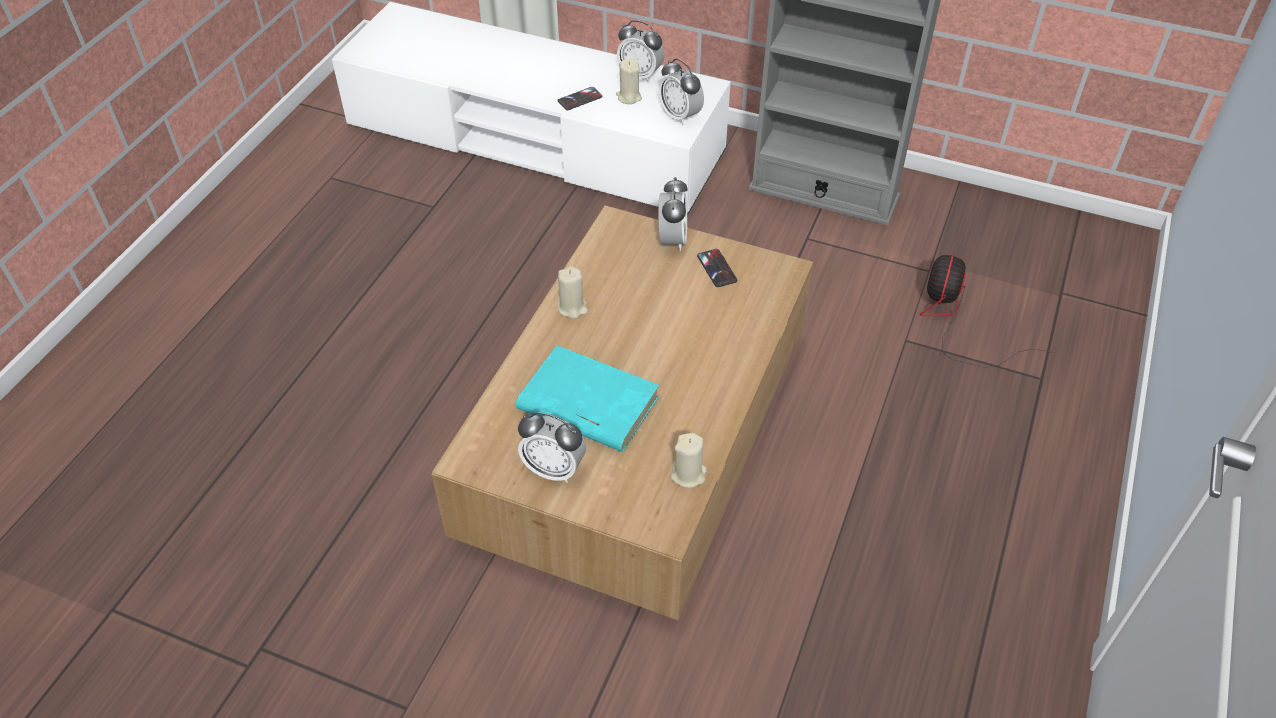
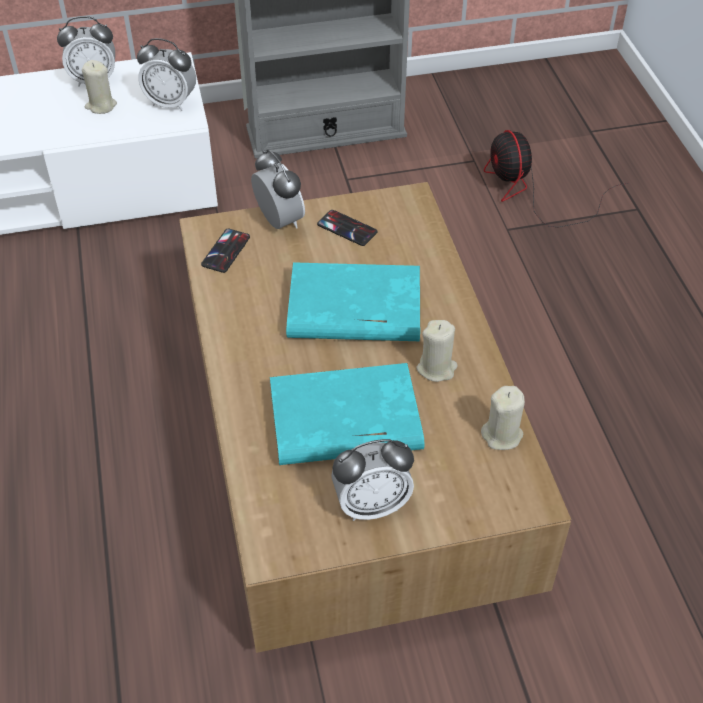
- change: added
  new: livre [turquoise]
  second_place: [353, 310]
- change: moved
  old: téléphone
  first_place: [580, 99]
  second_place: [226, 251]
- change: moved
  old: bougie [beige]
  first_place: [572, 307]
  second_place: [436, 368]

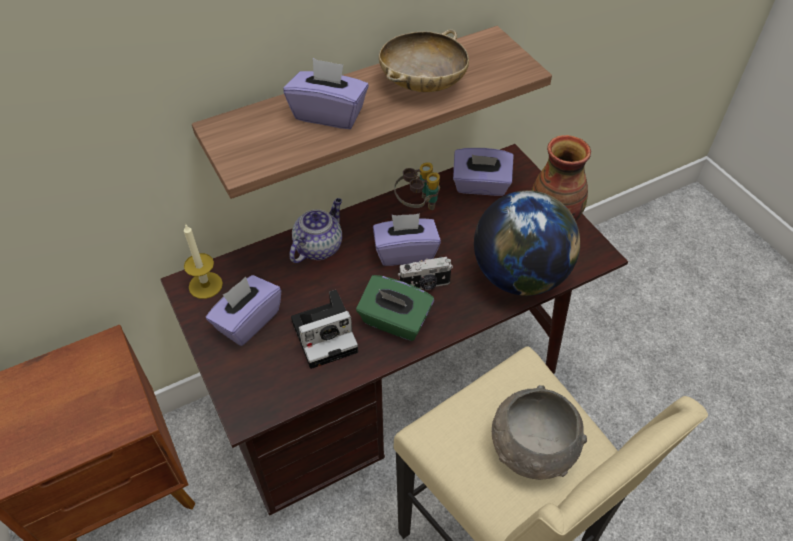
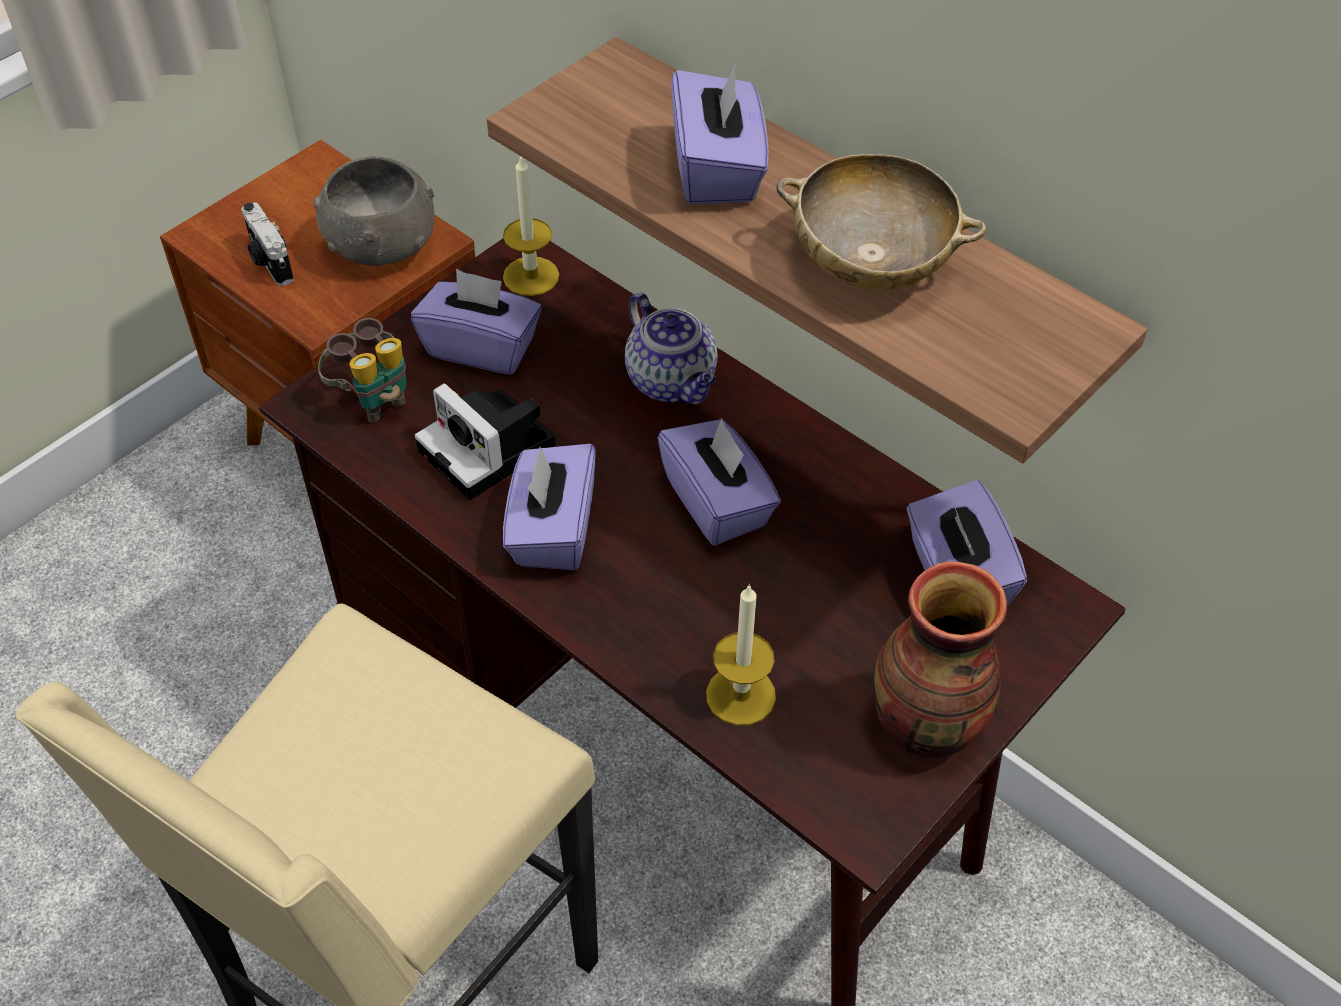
- change: moved
  old: jumelles
  first_place: [417, 206]
  second_place: [373, 398]
- change: moved
  old: appareil photo
  first_place: [425, 285]
  second_place: [269, 262]
- change: moved
  old: bol [gris]
  first_place: [531, 448]
  second_place: [381, 244]
- change: replaced
  old: globe
  new: bougie
  first_place: [519, 276]
  second_place: [740, 695]
- change: recoloured
  old: boîte à mouchoirs [vert]
  new: boîte à mouchoirs [violet]
  first_place: [394, 321]
  second_place: [552, 531]
- change: turned
  old: théière
  first_place: [319, 246]
  second_place: [673, 382]
  degrees: 45

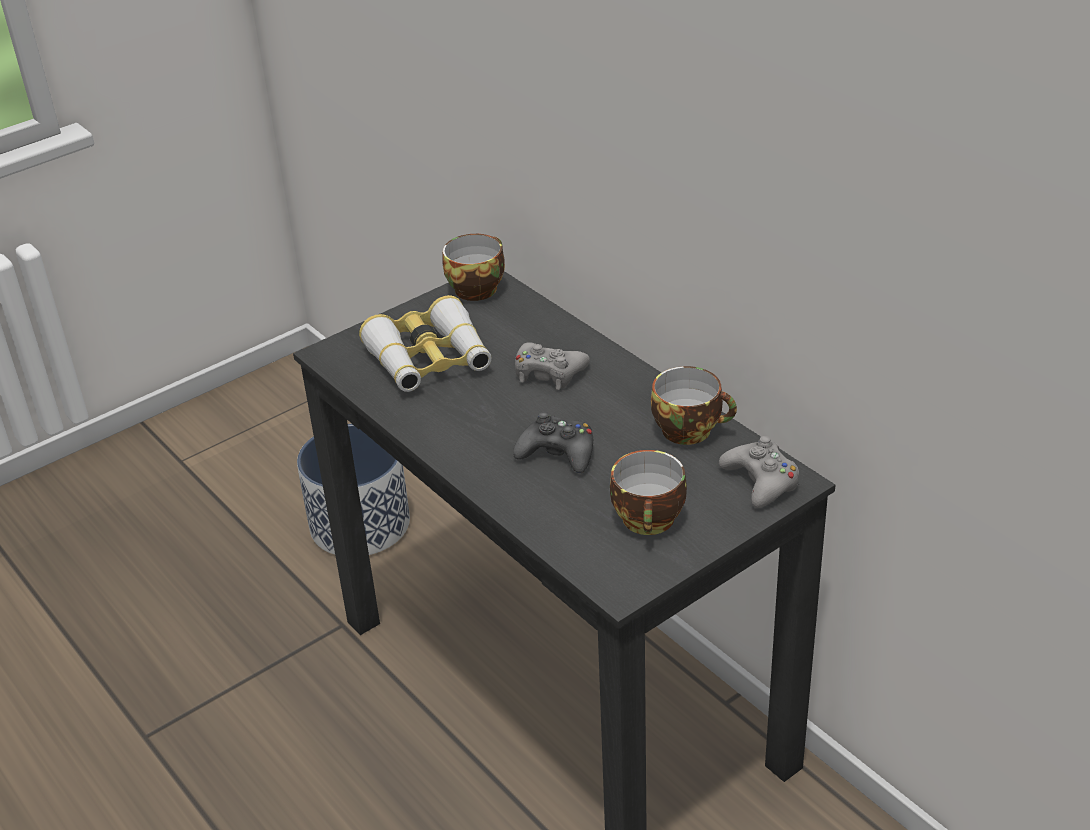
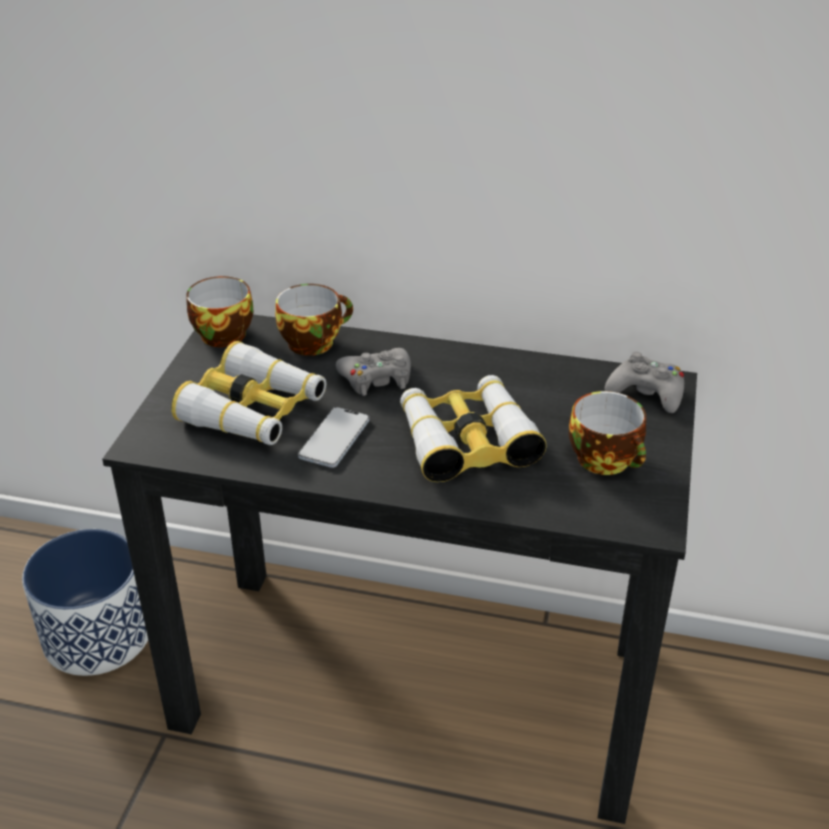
- change: added
  new: téléphone
  second_place: [334, 439]
- change: moved
  old: tasse
  first_place: [690, 429]
  second_place: [313, 341]
- change: replaced
  old: manette [noir]
  new: jumelles
  first_place: [558, 453]
  second_place: [466, 440]

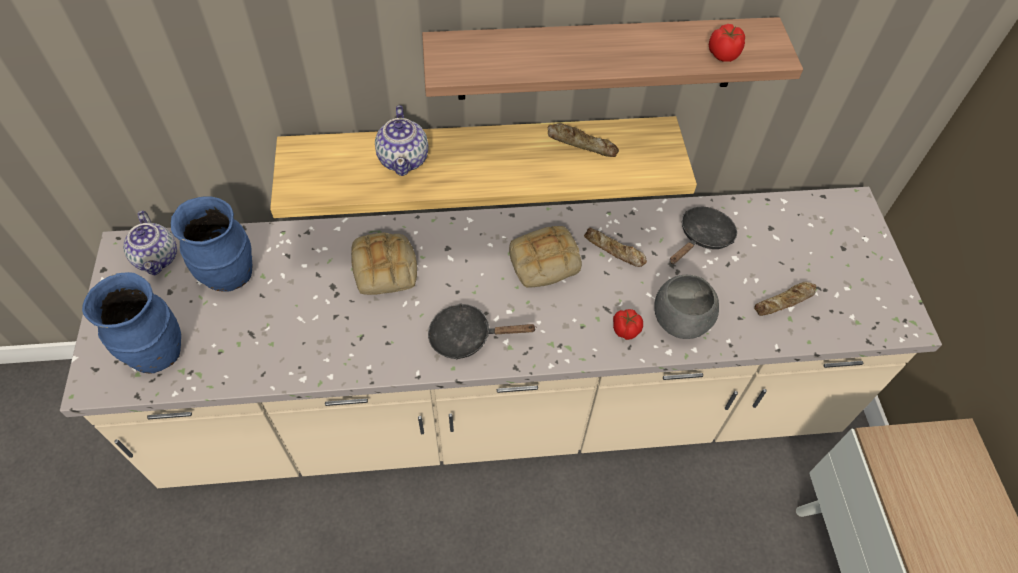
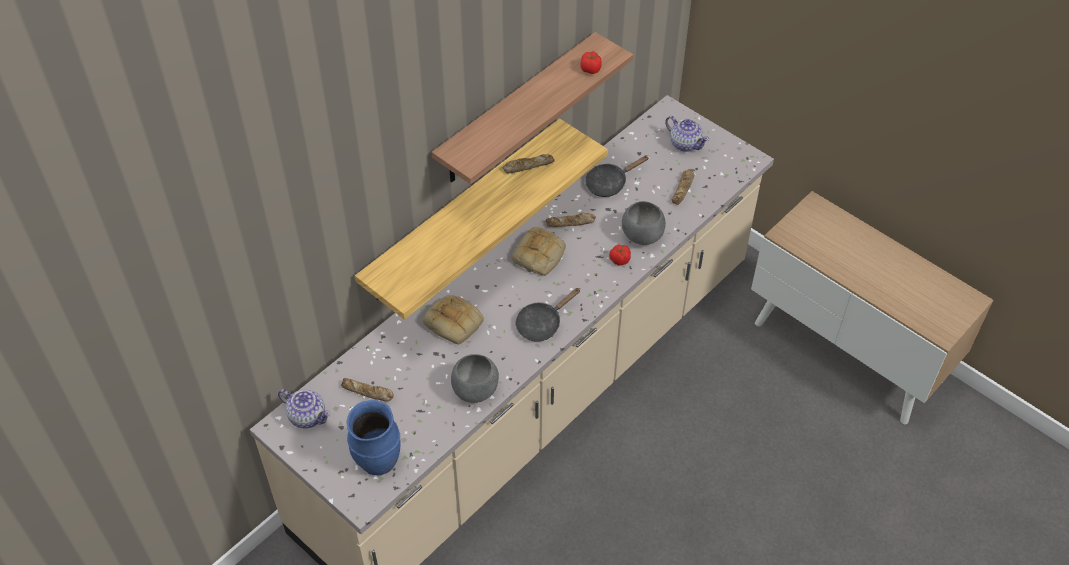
- change: added
  new: bol [gris]
  second_place: [476, 390]
- change: moved
  old: théière
  first_place: [404, 159]
  second_place: [685, 143]
- change: replaced
  old: vase [bleu]
  new: pain
  first_place: [230, 276]
  second_place: [367, 392]
- change: turned
  old: poêle [noir]
  first_place: [702, 238]
  second_place: [609, 183]
  degrees: -120

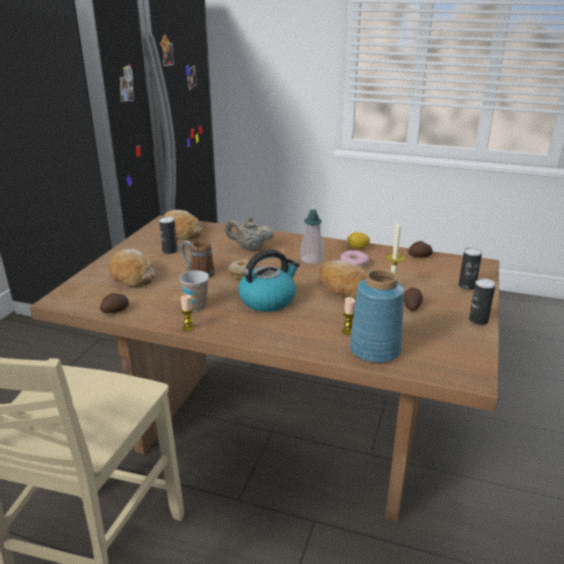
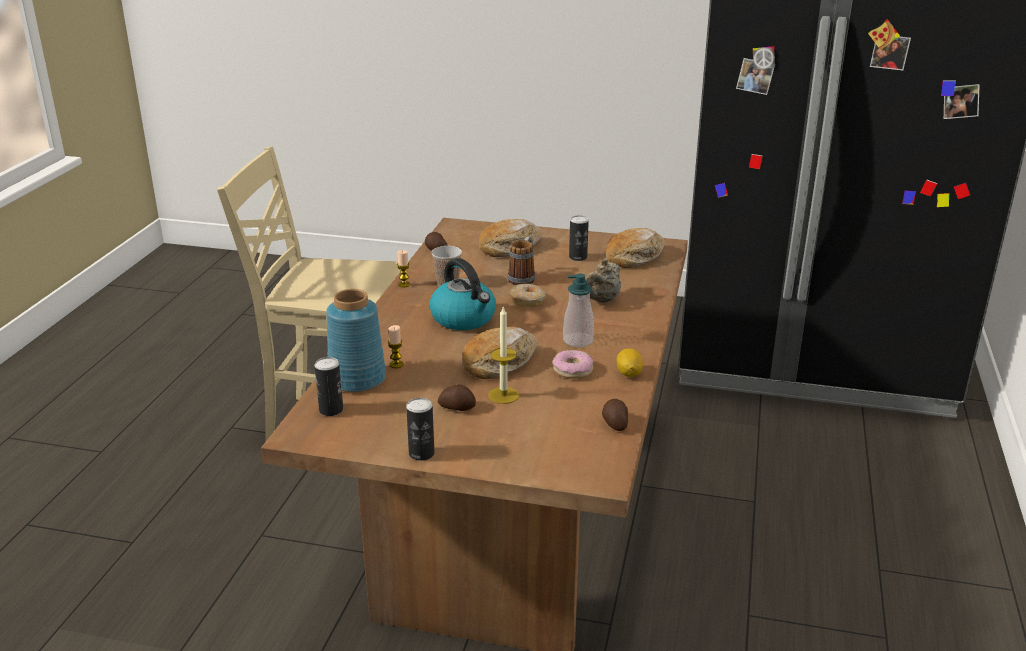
- change: moved
  old: boîte métallique
  first_place: [467, 286]
  second_place: [331, 410]
- change: turned
  old: théière [beige]
  first_place: [250, 248]
  second_place: [601, 300]
  degrees: -150

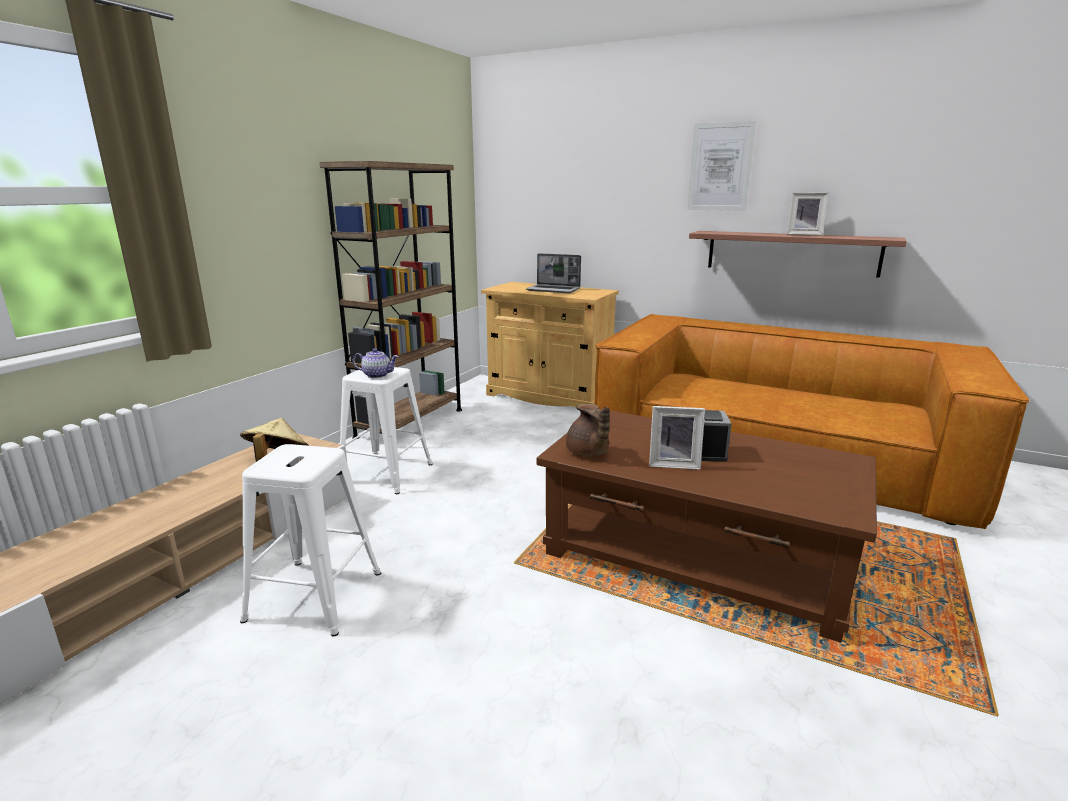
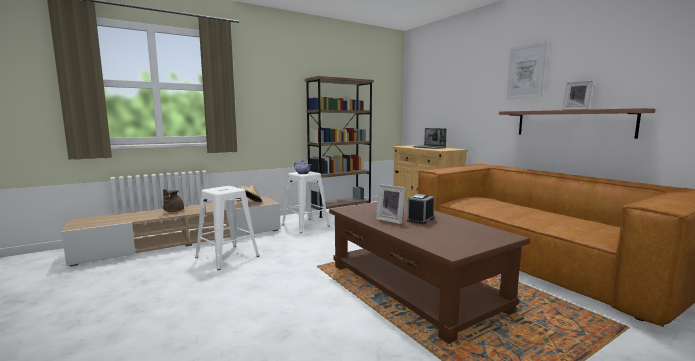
- change: moved
  old: théière [marron]
  first_place: [588, 453]
  second_place: [173, 211]

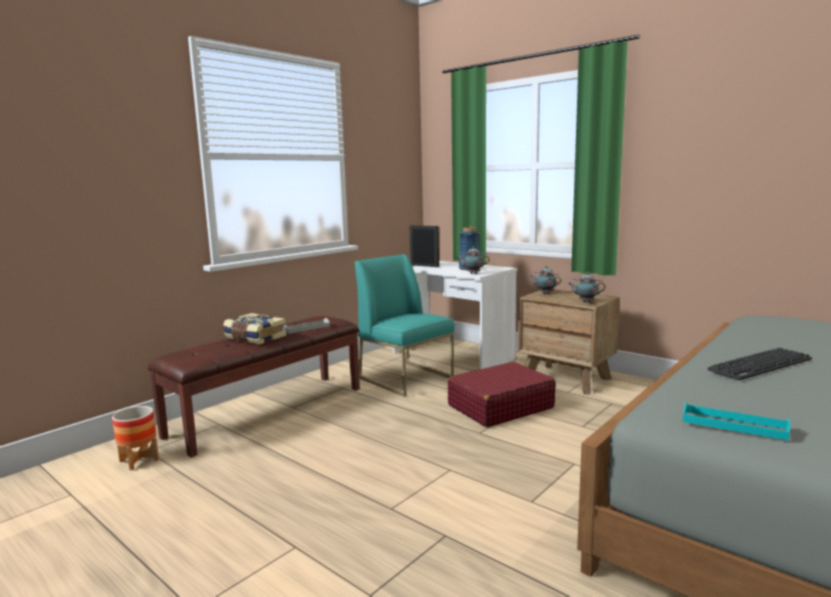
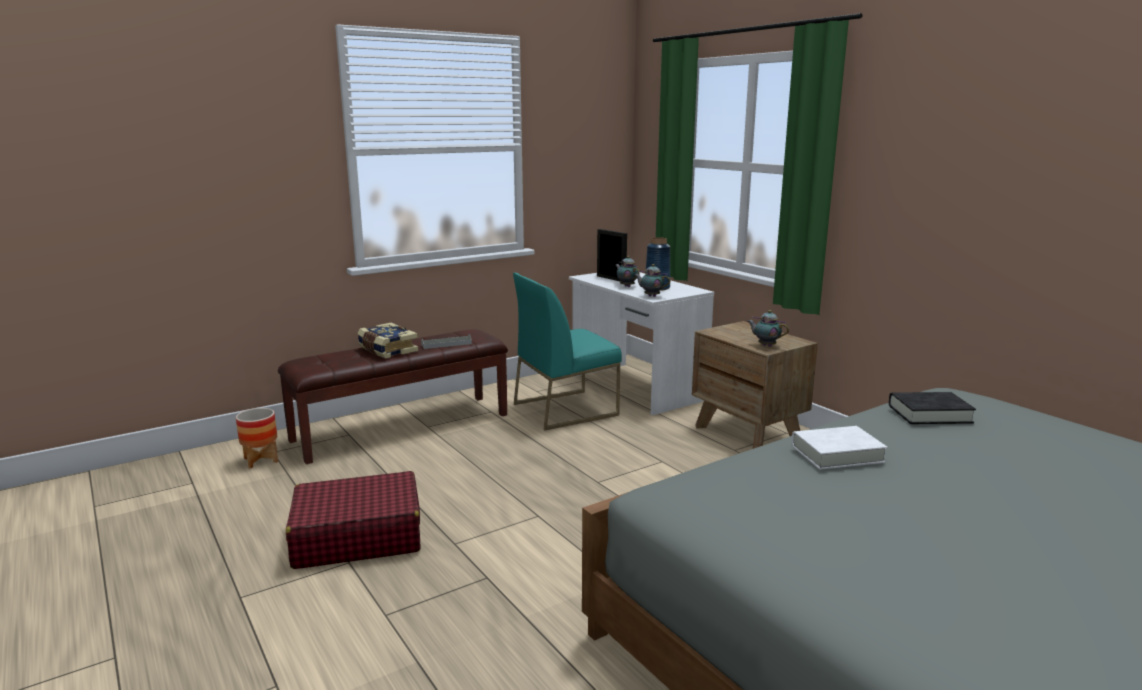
- change: removed
  old: plateau [turquoise]
  first_place: [733, 425]
- change: added
  new: livre [noir]
  second_place: [929, 414]
- change: moved
  old: valise [rouge]
  first_place: [500, 407]
  second_place: [357, 536]
- change: moved
  old: théière
  first_place: [545, 293]
  second_place: [626, 286]
- change: replaced
  old: clavier
  new: livre [blanc]
  first_place: [760, 365]
  second_place: [837, 454]
- change: turned
  old: chaise [turquoise]
  first_place: [407, 378]
  second_place: [565, 409]
  degrees: -90

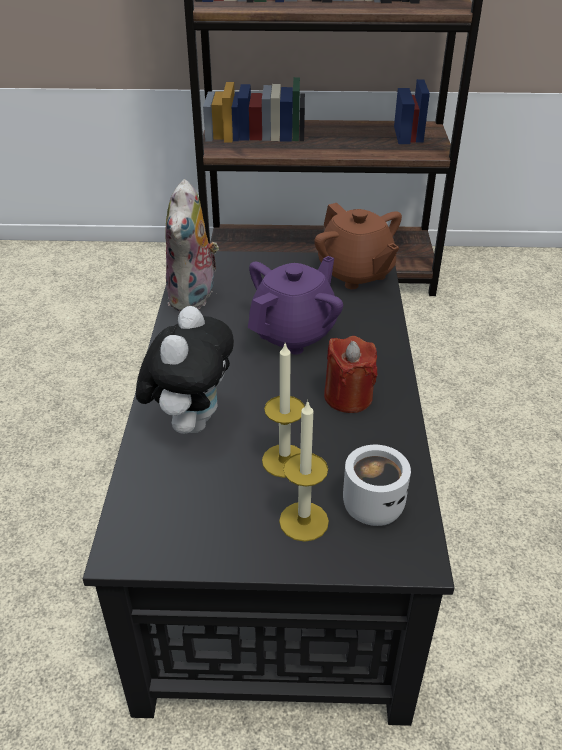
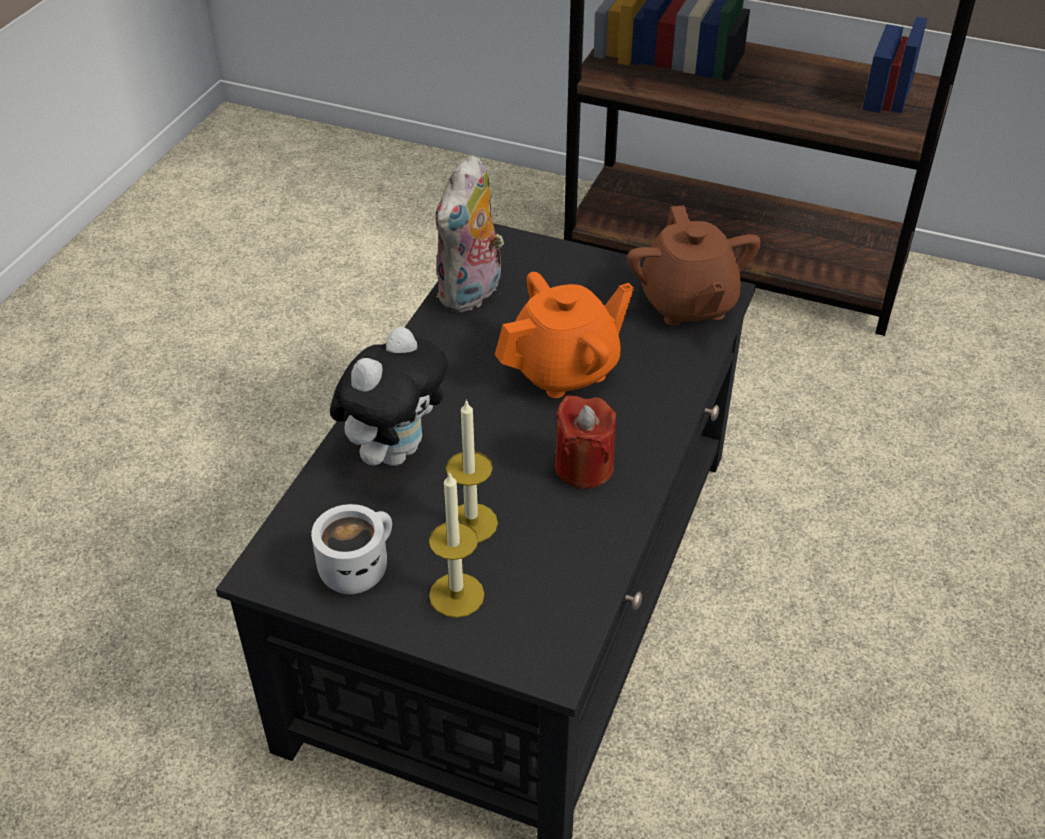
- change: moved
  old: mug [blanc]
  first_place: [372, 501]
  second_place: [356, 566]
- change: recoloured
  old: théière [violet]
  new: théière [orange]
  first_place: [294, 333]
  second_place: [565, 369]

